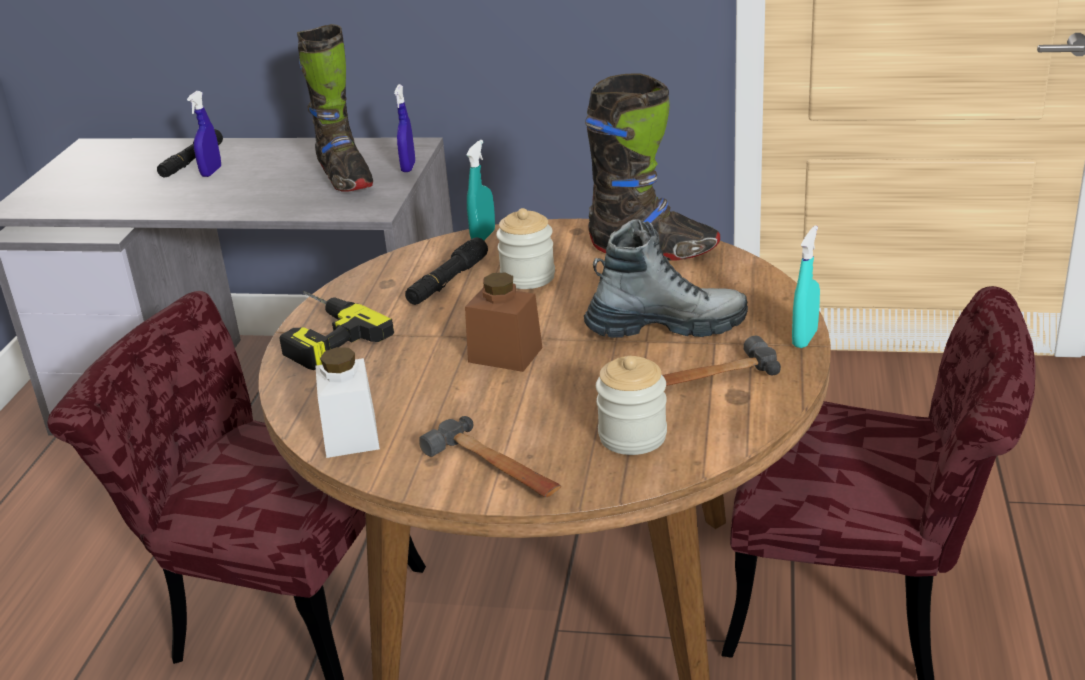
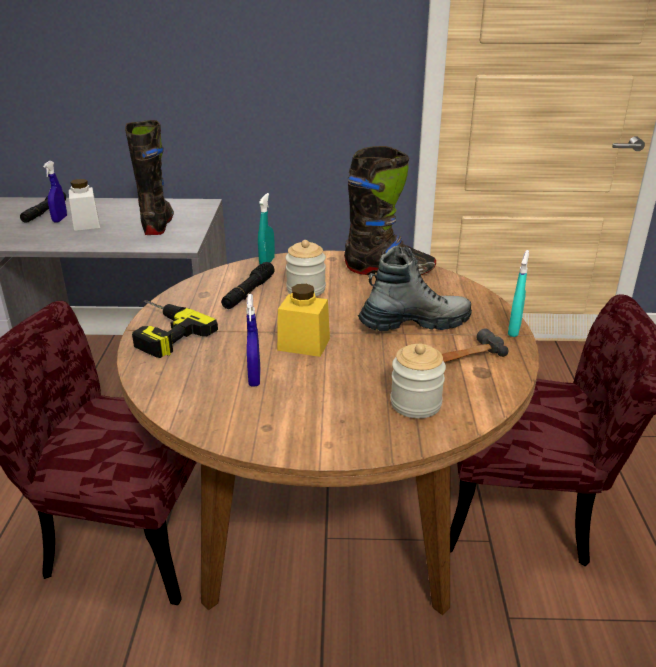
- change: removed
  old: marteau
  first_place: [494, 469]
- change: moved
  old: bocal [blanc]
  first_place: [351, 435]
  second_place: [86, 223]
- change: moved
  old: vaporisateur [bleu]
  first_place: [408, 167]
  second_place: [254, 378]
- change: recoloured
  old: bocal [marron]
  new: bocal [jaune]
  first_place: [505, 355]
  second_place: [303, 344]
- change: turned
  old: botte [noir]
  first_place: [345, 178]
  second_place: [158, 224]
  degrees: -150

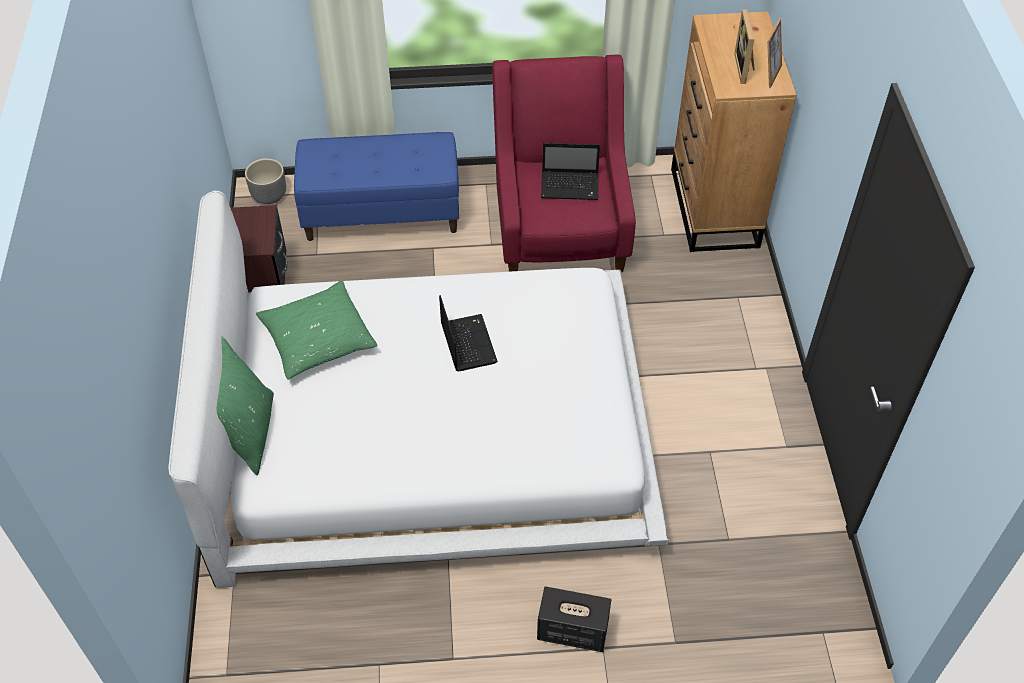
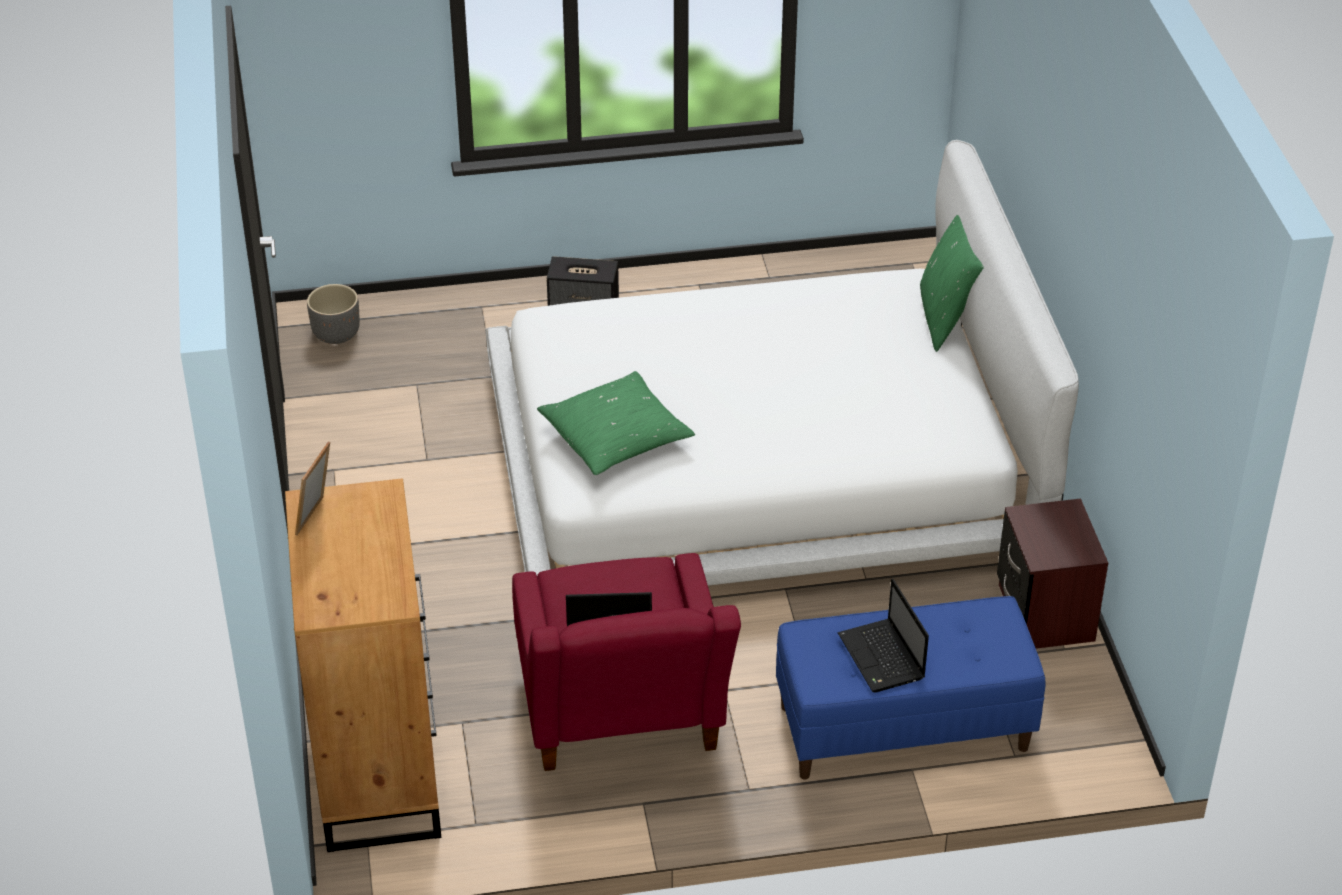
- change: removed
  old: cadre photo
  first_place: [745, 68]
- change: moved
  old: cache-pot [gris]
  first_place: [269, 195]
  second_place: [336, 334]
- change: moved
  old: coussin [vert]
  first_place: [318, 339]
  second_place: [616, 437]
- change: moved
  old: ordinateur portable
  first_place: [467, 342]
  second_place: [882, 658]

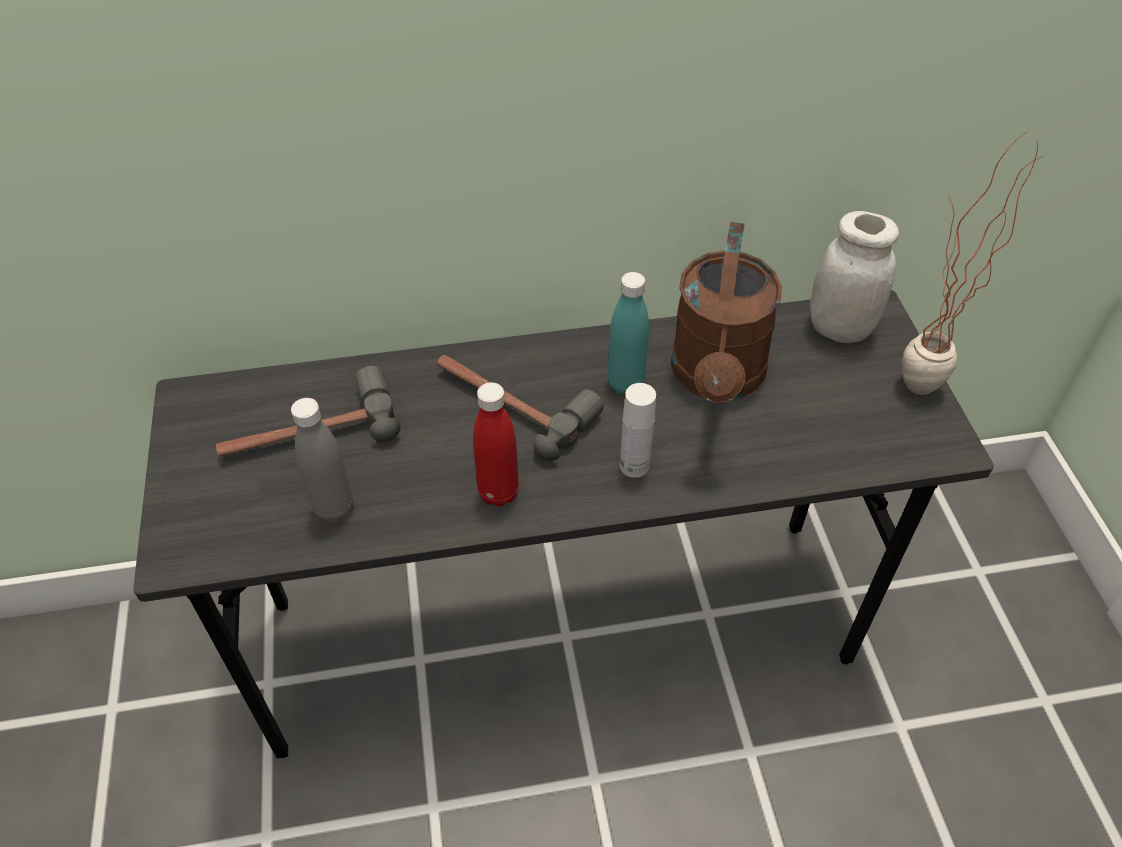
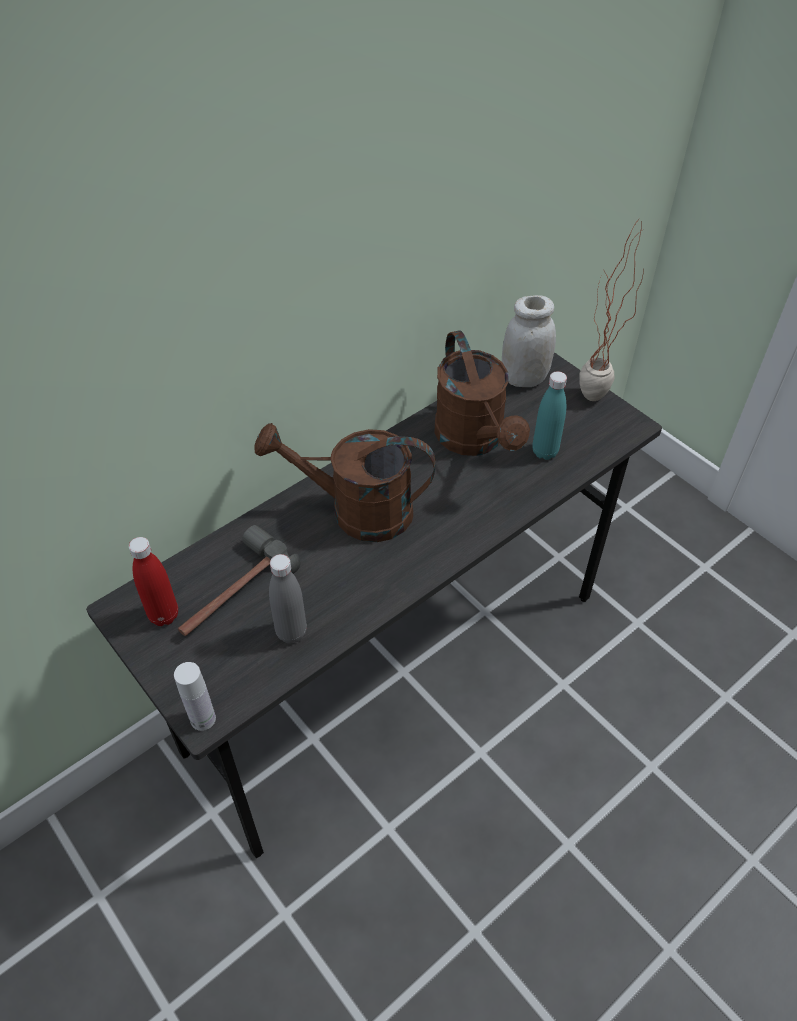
- change: moved
  old: bouteille [rouge]
  first_place: [498, 493]
  second_place: [164, 615]
- change: moved
  old: bouteille [turquoise]
  first_place: [625, 384]
  second_place: [544, 452]
- change: moved
  old: bouteille [blanc]
  first_place: [634, 465]
  second_place: [203, 719]
- change: replaced
  old: marteau
  new: arrosoir [marron]
  first_place: [510, 403]
  second_place: [357, 511]

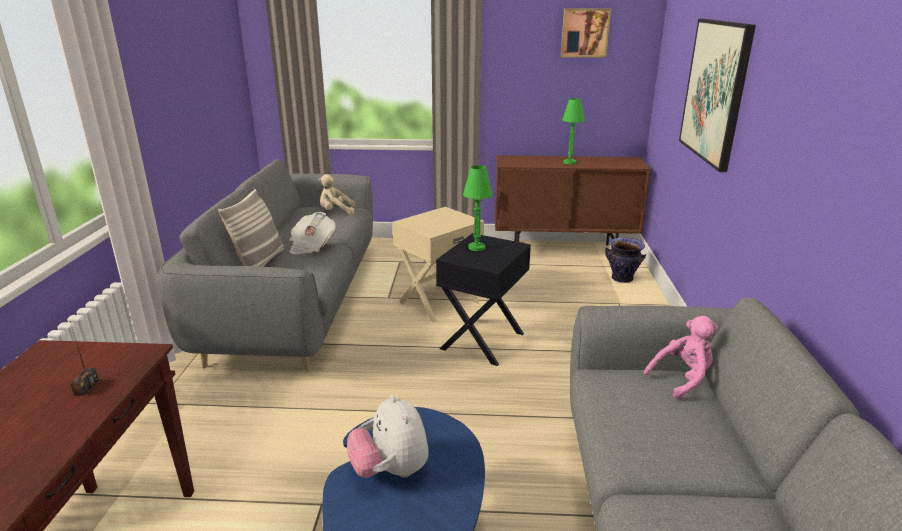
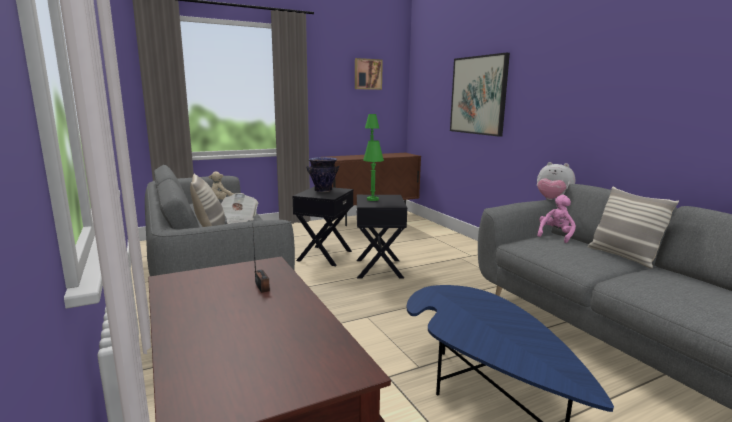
- change: added
  new: coussin
  second_place: [623, 256]
- change: moved
  old: peluche
  first_place: [390, 471]
  second_place: [552, 200]
- change: moved
  old: vase
  first_place: [622, 279]
  second_place: [323, 190]
- change: recoloured
  old: table d'appoint [beige]
  new: table d'appoint [noir]
  first_place: [438, 302]
  second_place: [324, 255]

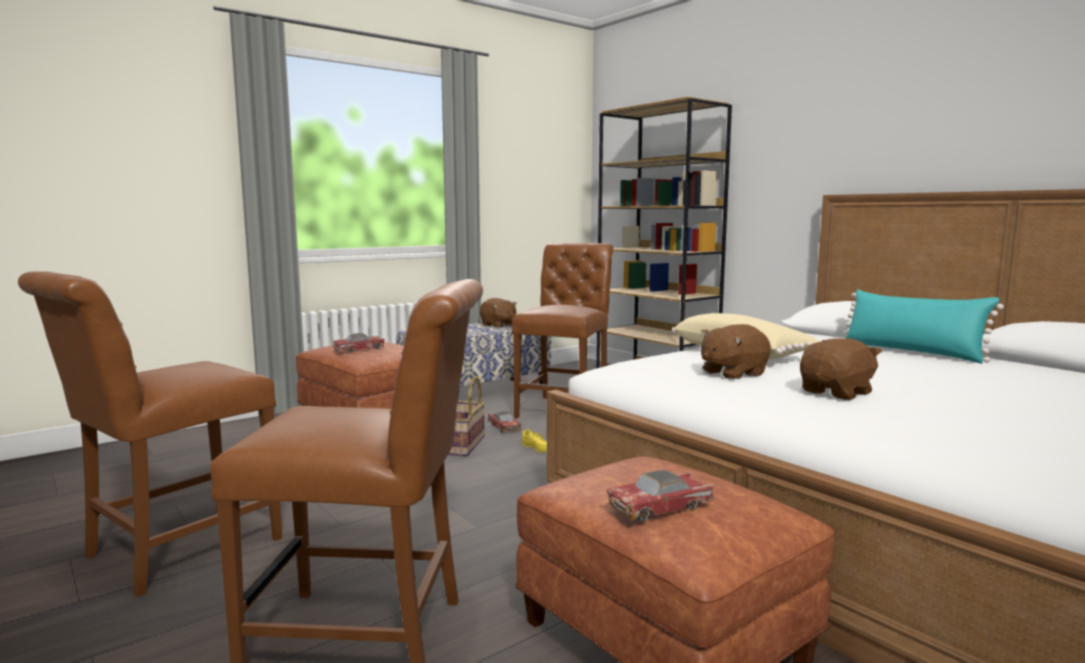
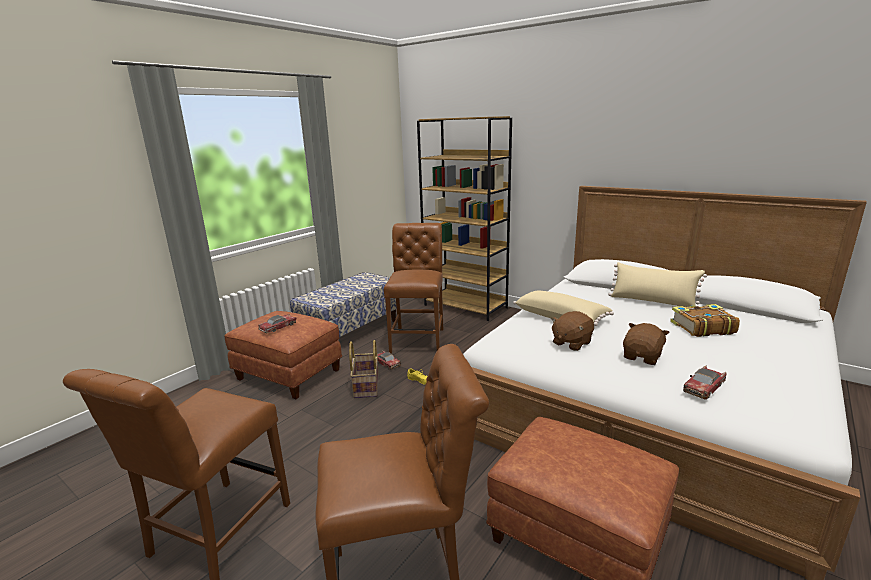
- change: removed
  old: peluche [marron]
  first_place: [498, 325]
- change: added
  new: livre
  second_place: [701, 328]
- change: moved
  old: petite voiture
  first_place: [660, 506]
  second_place: [704, 387]
- change: recoloured
  old: coussin [turquoise]
  new: coussin [beige]
  first_place: [912, 352]
  second_place: [653, 302]

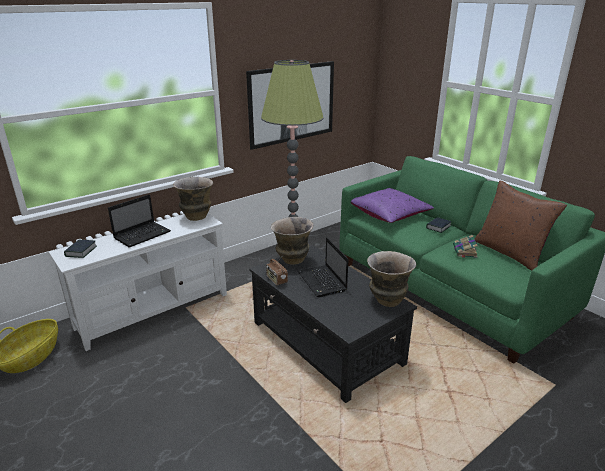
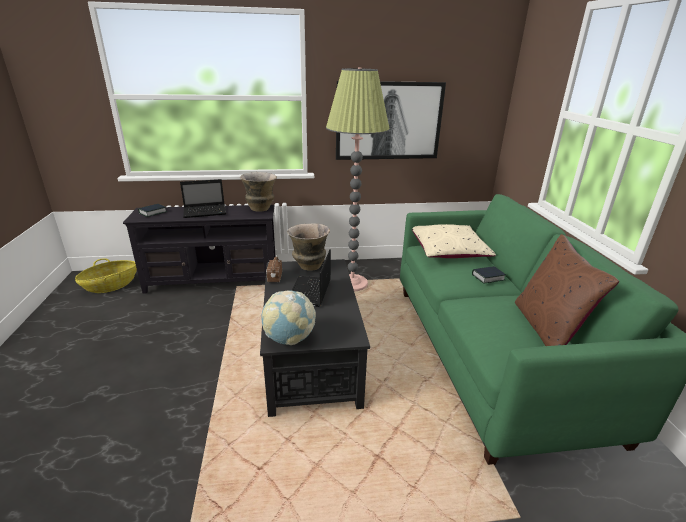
- change: removed
  old: vase
  first_place: [387, 300]
- change: removed
  old: livre
  first_place: [465, 251]
- change: added
  new: globe
  second_place: [289, 339]
- change: recoloured
  old: meuble télé [blanc]
  new: meuble télé [noir]
  first_place: [153, 311]
  second_place: [213, 281]
- change: recoloured
  old: coussin [violet]
  new: coussin [beige]
  first_place: [388, 214]
  second_place: [448, 251]

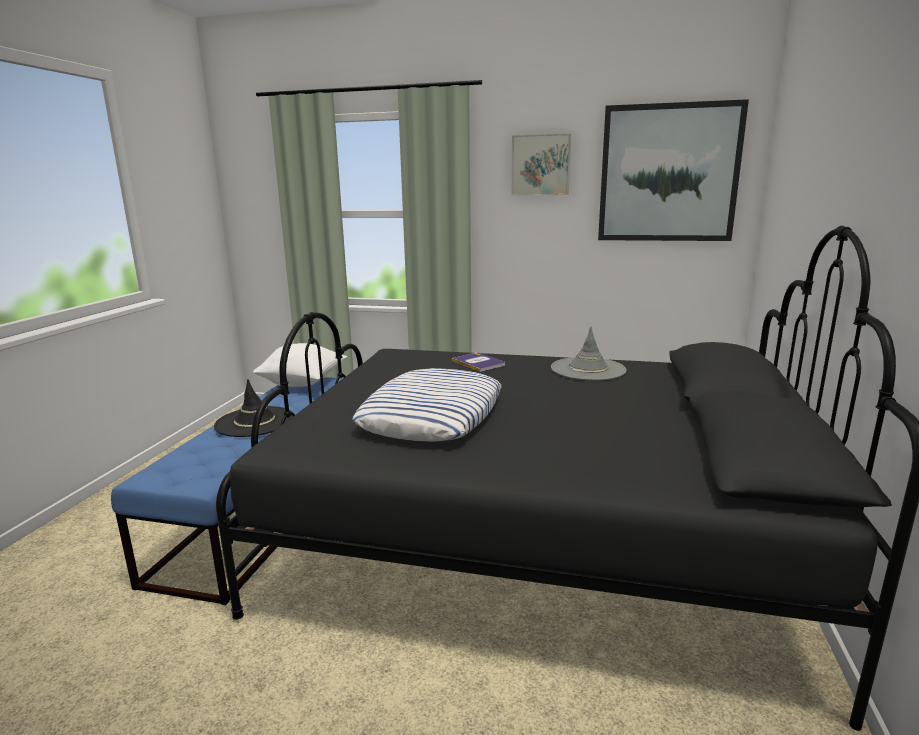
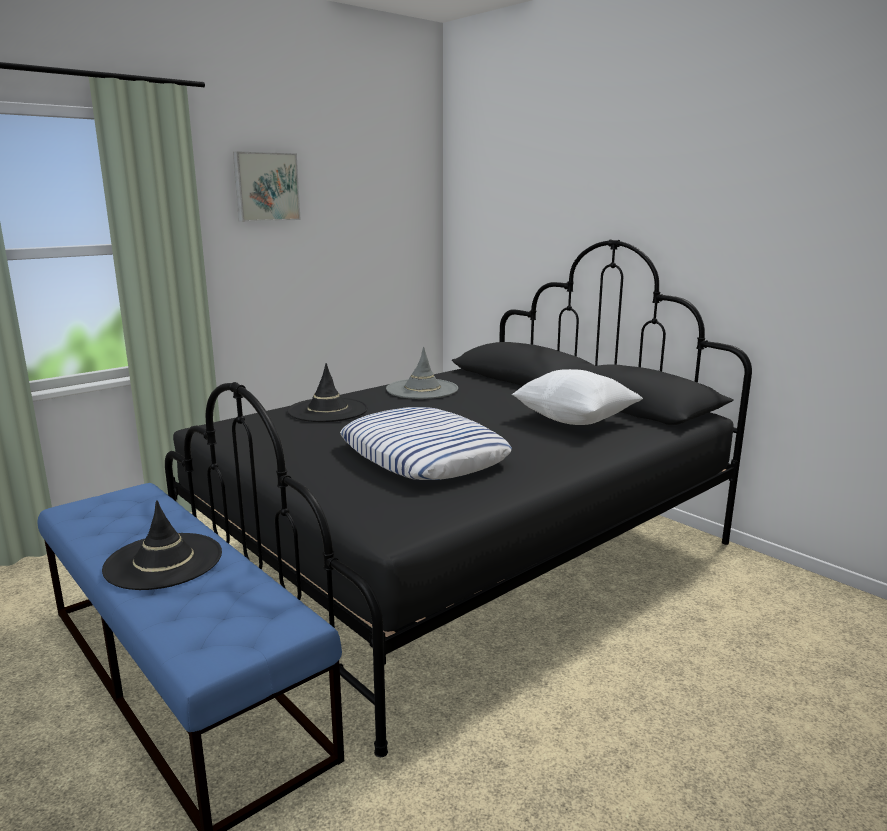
- change: removed
  old: tableau
  first_place: [668, 173]
- change: moved
  old: coussin [blanc]
  first_place: [303, 383]
  second_place: [574, 420]
- change: replaced
  old: livre
  new: chapeau [noir]
  first_place: [478, 363]
  second_place: [327, 410]

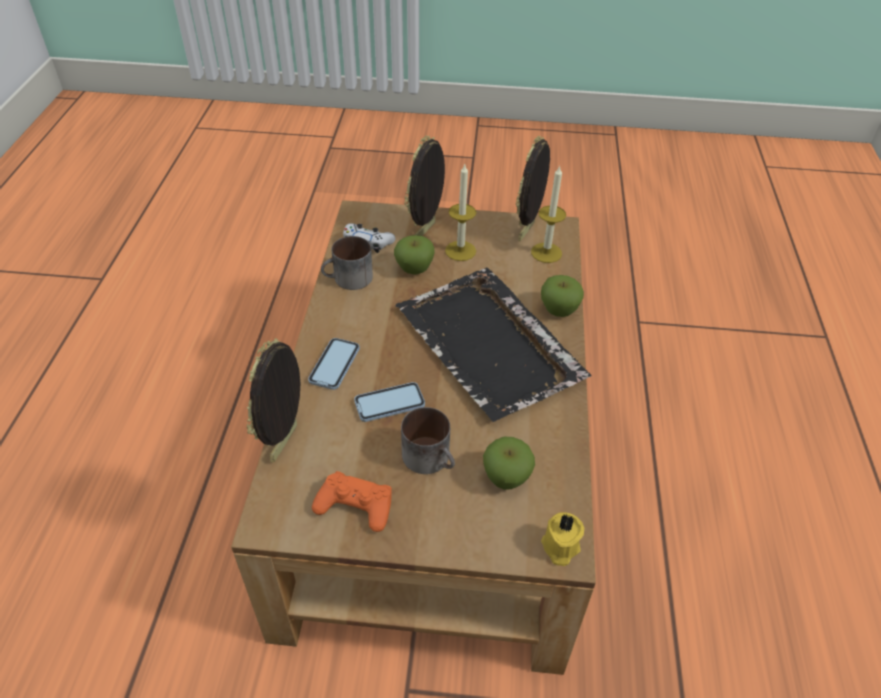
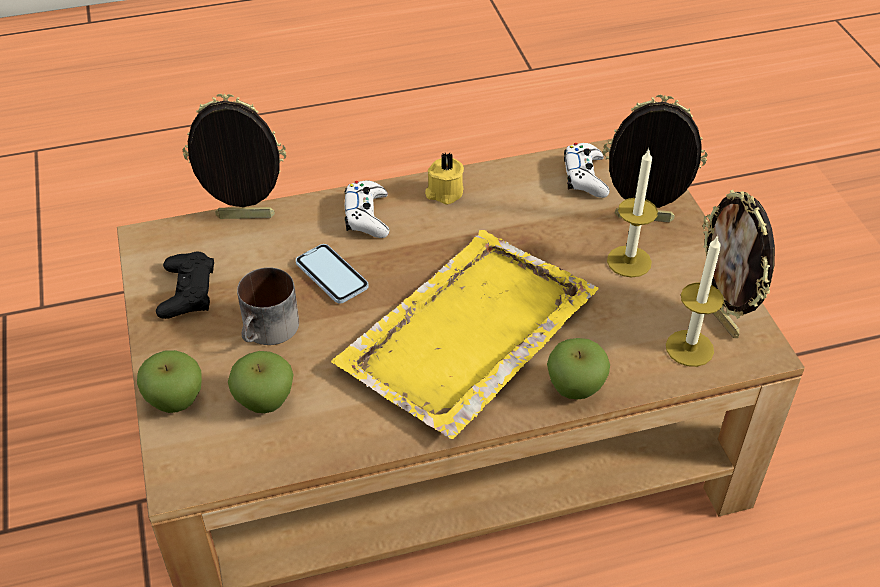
- change: removed
  old: mug
  first_place: [348, 280]
- change: moved
  old: pomme
  first_place: [414, 269]
  second_place: [175, 401]
- change: moved
  old: bougie [jaune]
  first_place: [559, 547]
  second_place: [444, 192]
- change: replaced
  old: téléphone
  new: manette [blanc]
  first_place: [334, 365]
  second_place: [367, 216]
- change: recoloured
  old: manette [orange]
  new: manette [noir]
  first_place: [355, 505]
  second_place: [187, 291]
- change: recoloured
  old: plateau [noir]
  new: plateau [jaune]
  first_place: [489, 346]
  second_place: [466, 335]
- change: turned
  old: cadre photo
  first_place: [527, 232]
  second_place: [721, 318]
  degrees: -120

